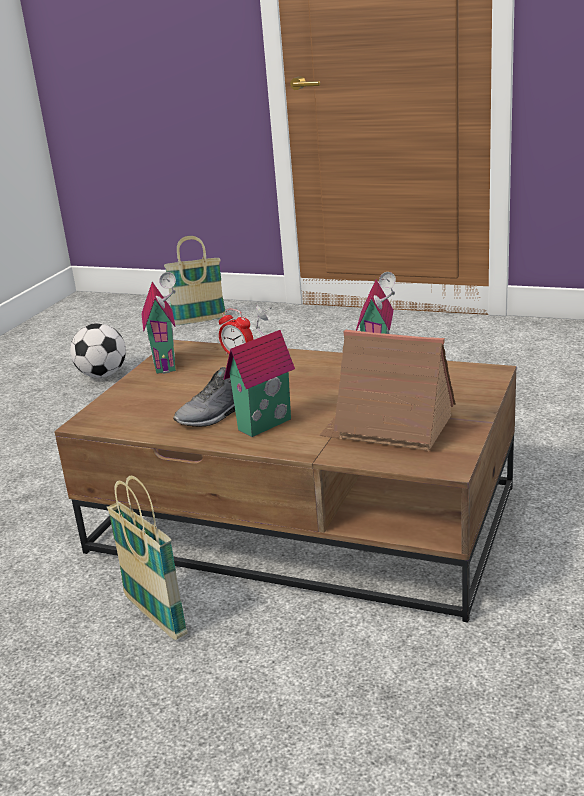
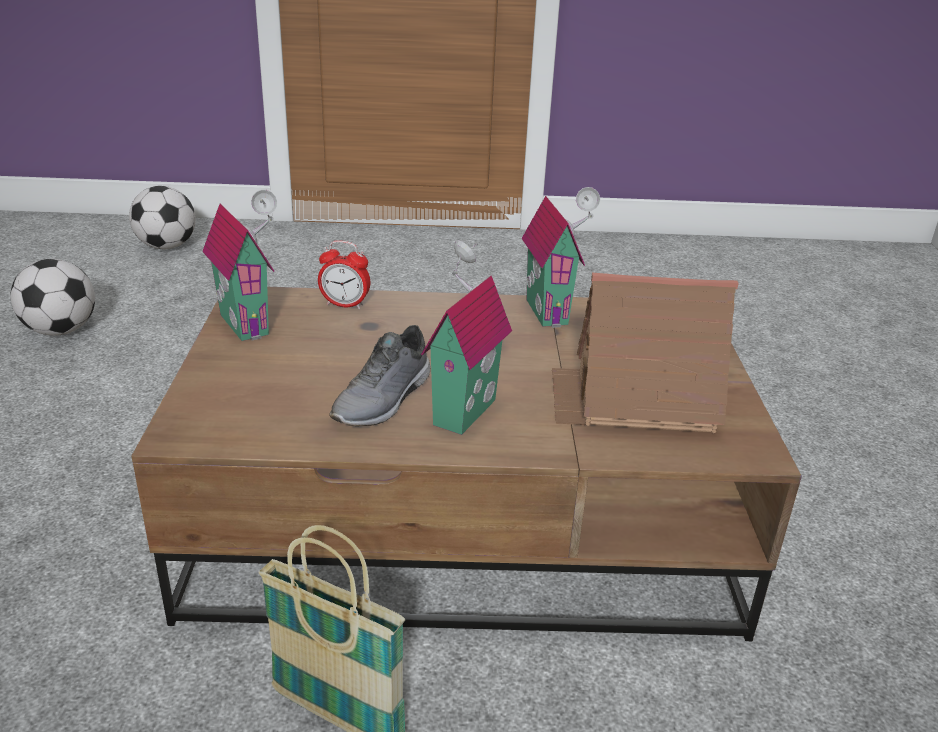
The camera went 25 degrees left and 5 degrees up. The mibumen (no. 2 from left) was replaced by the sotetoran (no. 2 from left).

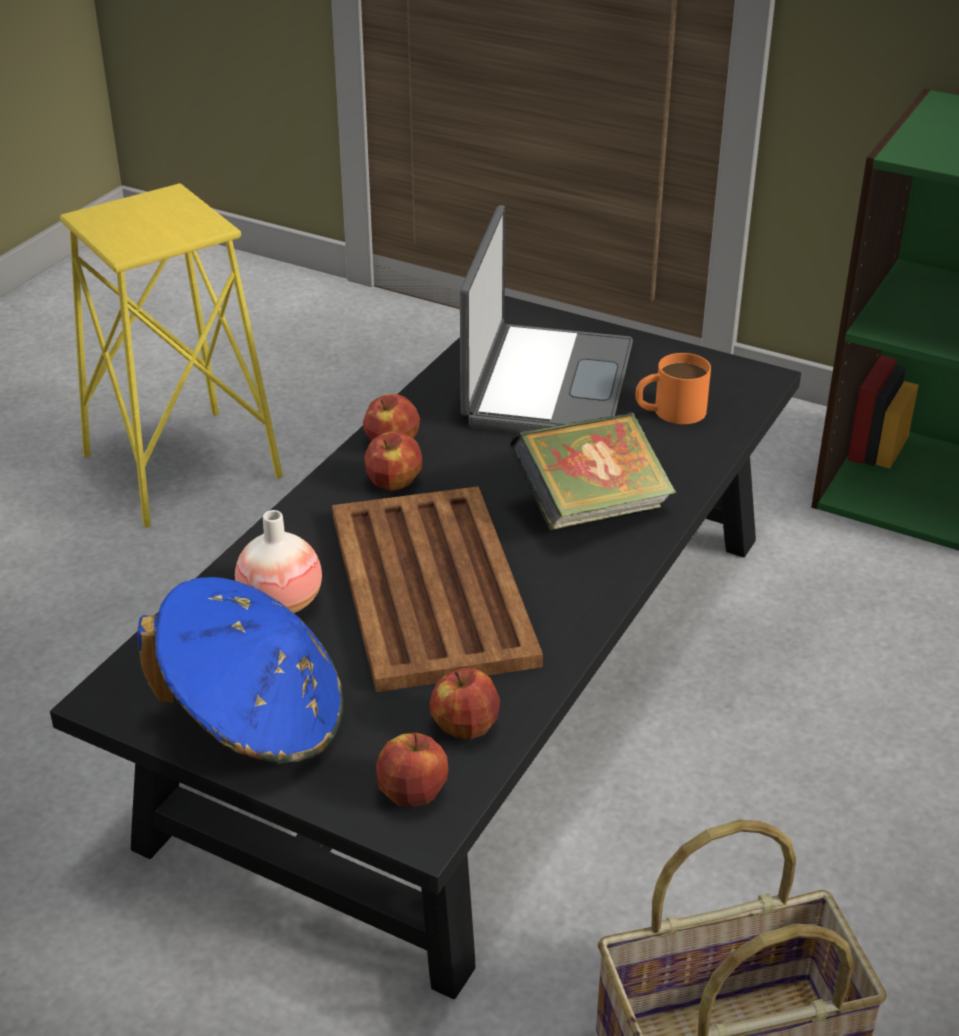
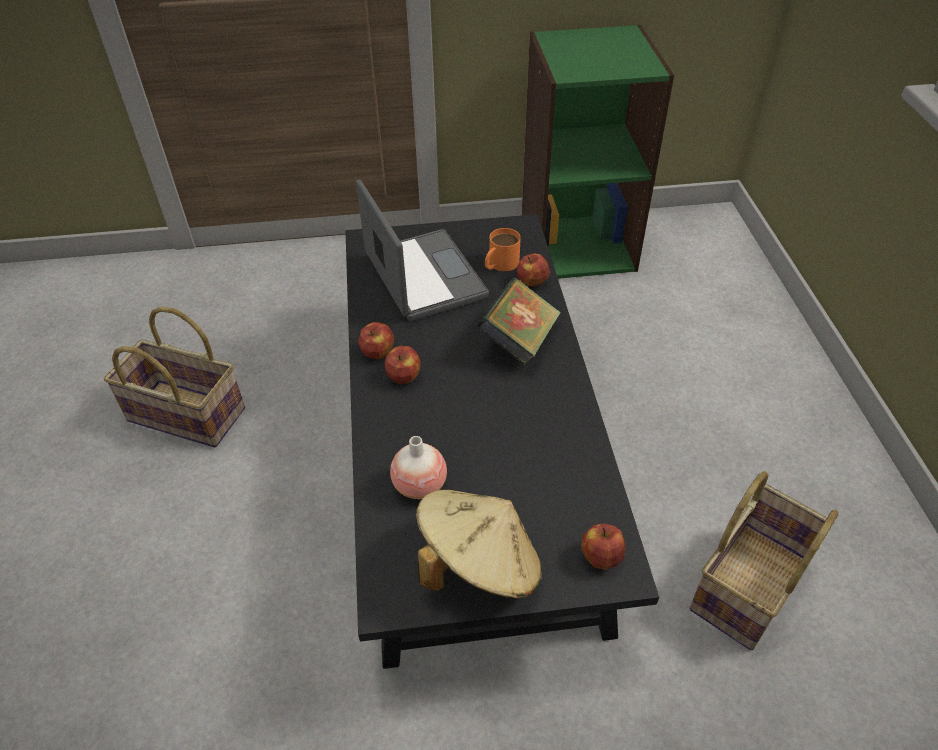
The camera went 35 degrees left and 10 degrees up. The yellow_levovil was replaced by the mibumen (no. 1 from left). The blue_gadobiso became the beige_gadobiso. The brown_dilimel disappeared. The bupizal (no. 4 from left in the first image) moved.

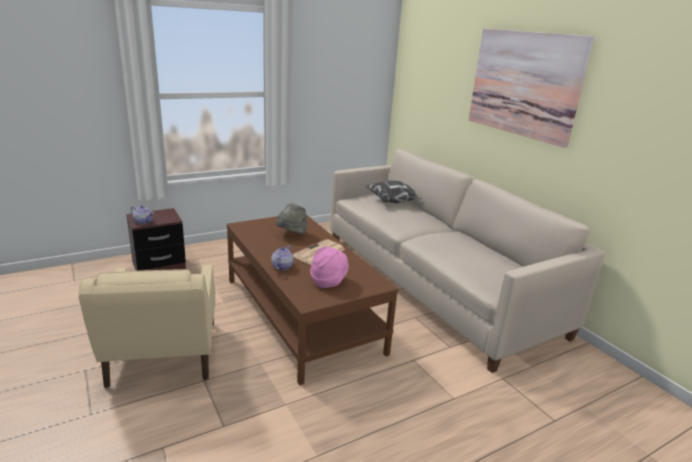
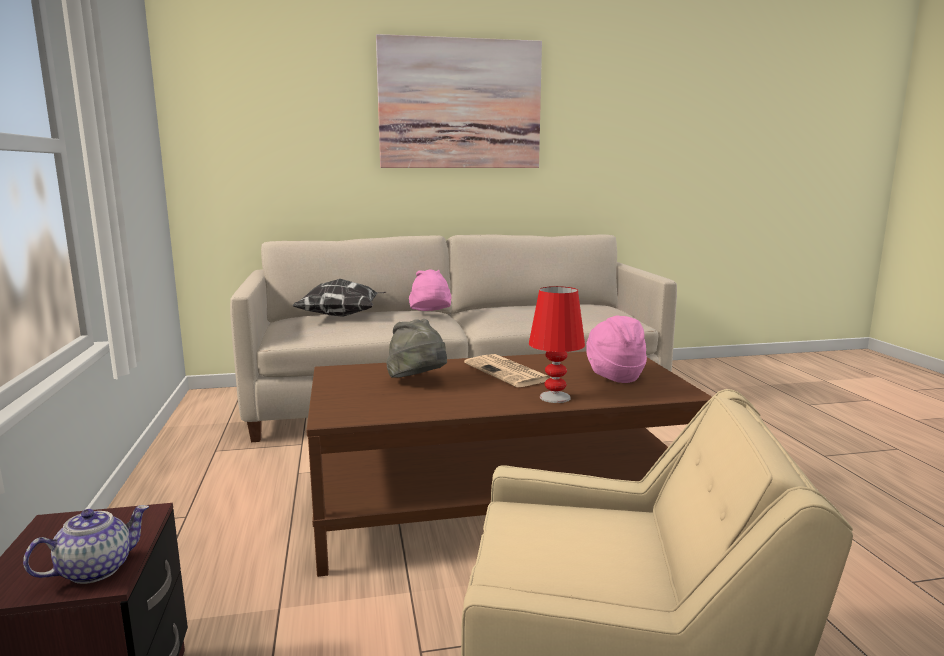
The camera went 70 degrees left and 10 degrees down. The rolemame (no. 2 from left) was replaced by the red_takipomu. The pink_gadobiso (no. 1 from left) appeared.

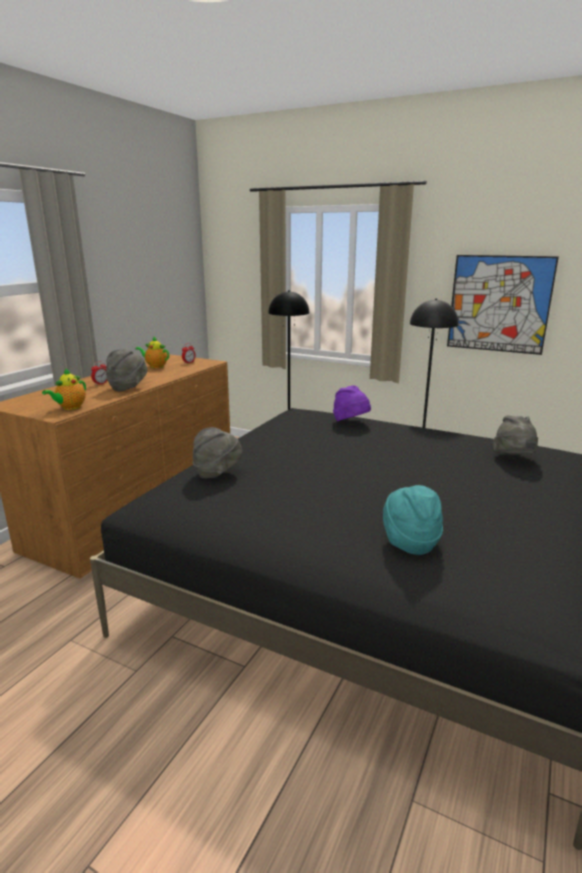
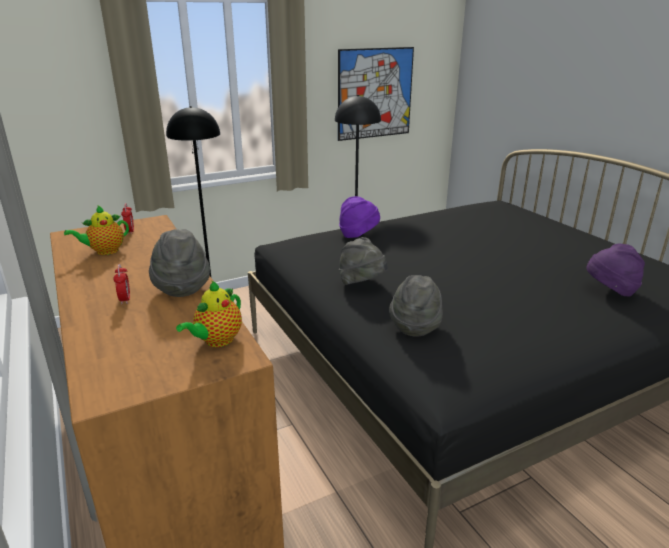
The camera went 55 degrees left and 5 degrees up. The rolemame (no. 1 from left in the first image) turned 60 degrees clockwise. The turquoise_gadobiso became the purple_gadobiso (no. 2 from left). The grey_gadobiso (no. 3 from left in the first image) moved.

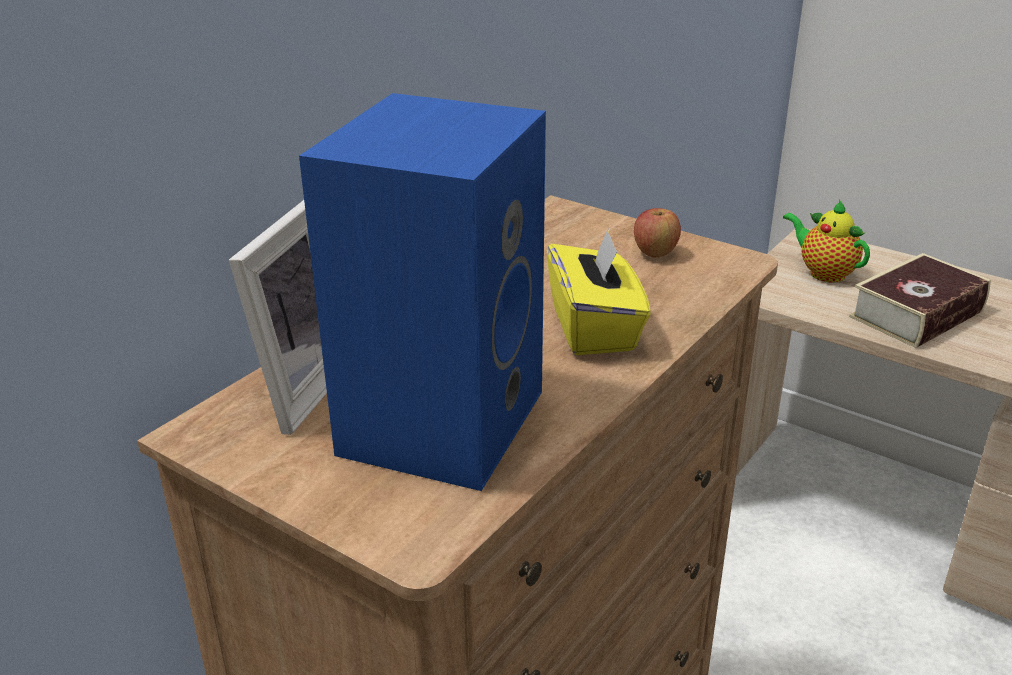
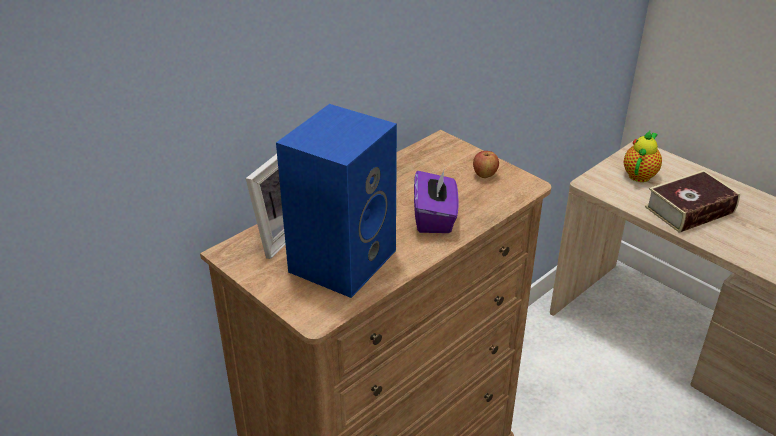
The camera went 10 degrees right and 5 degrees up. The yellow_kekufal became the purple_kekufal. The rolemame turned 60 degrees clockwise.

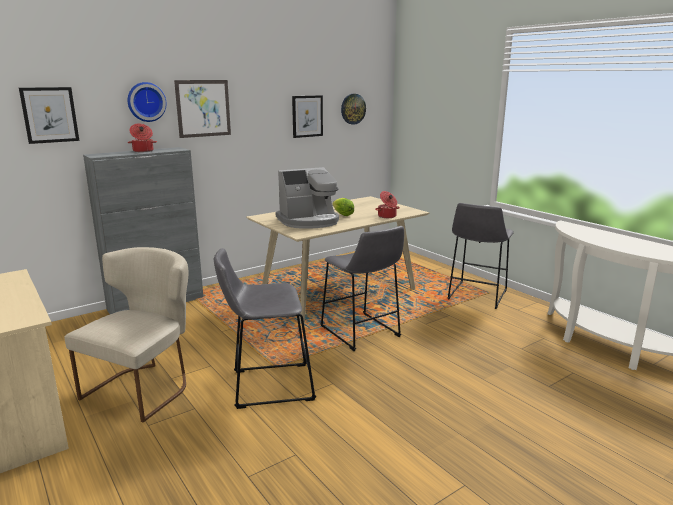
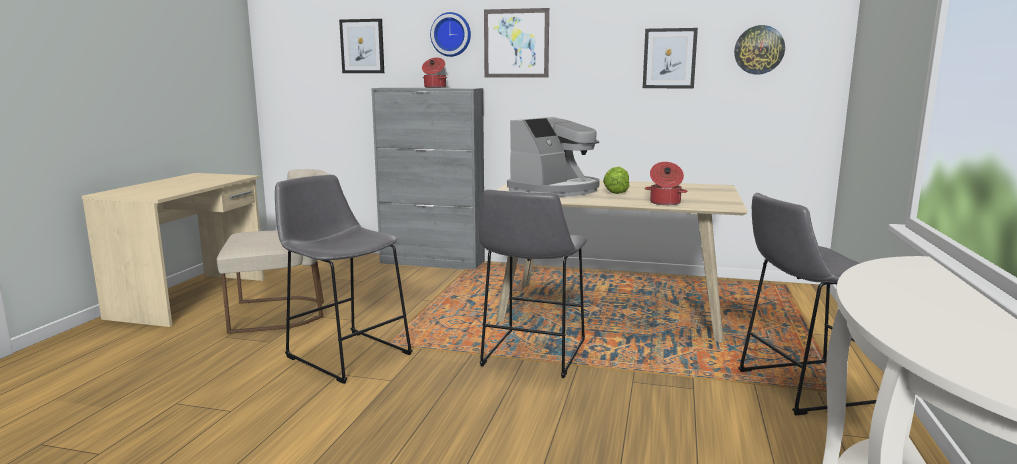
The camera went 50 degrees right and 5 degrees down. The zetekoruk turned 75 degrees counterclockwise.

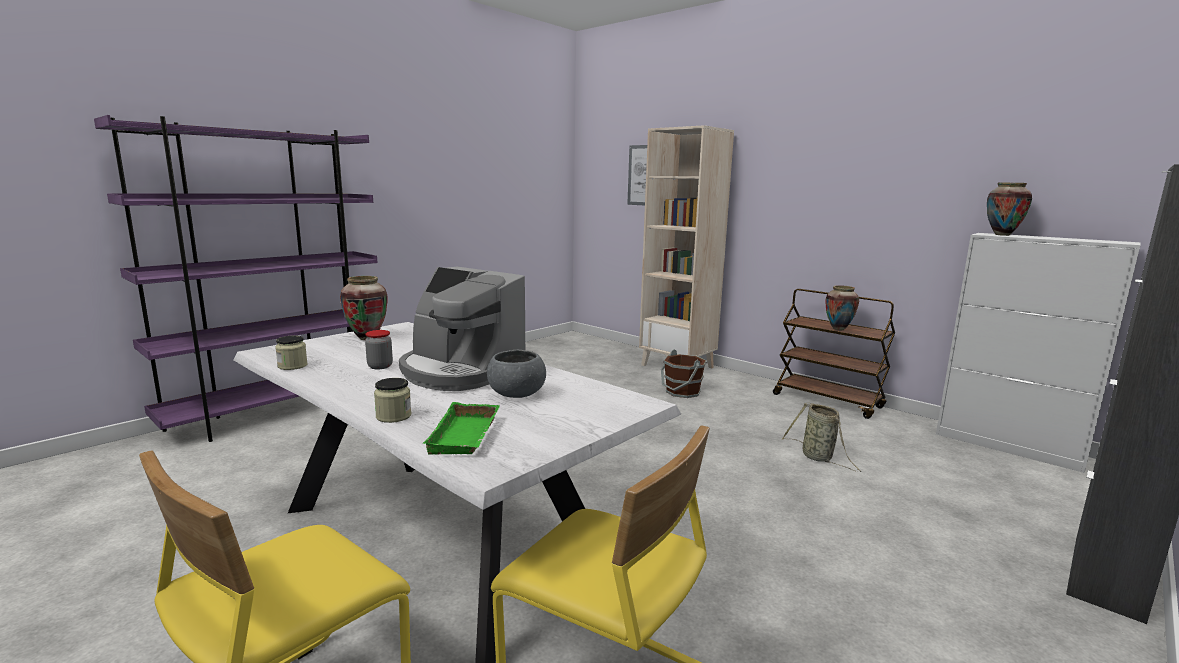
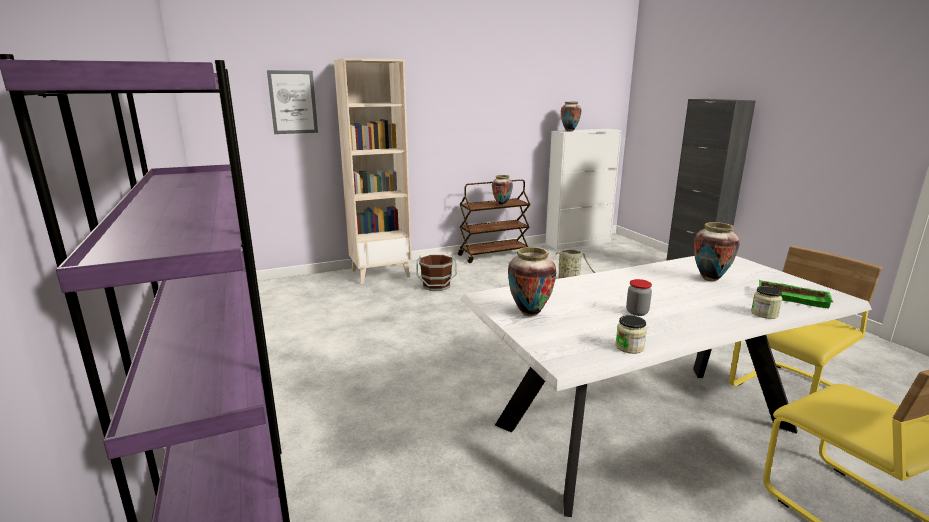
The camera went 65 degrees left and 5 degrees up. The zetekoruk disappeared. The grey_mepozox was replaced by the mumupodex (no. 4 from left).

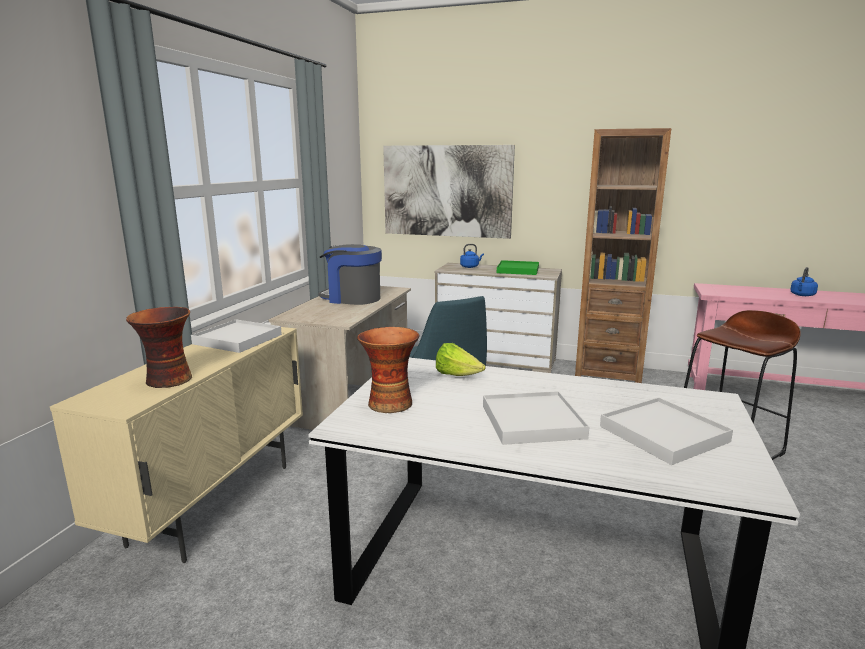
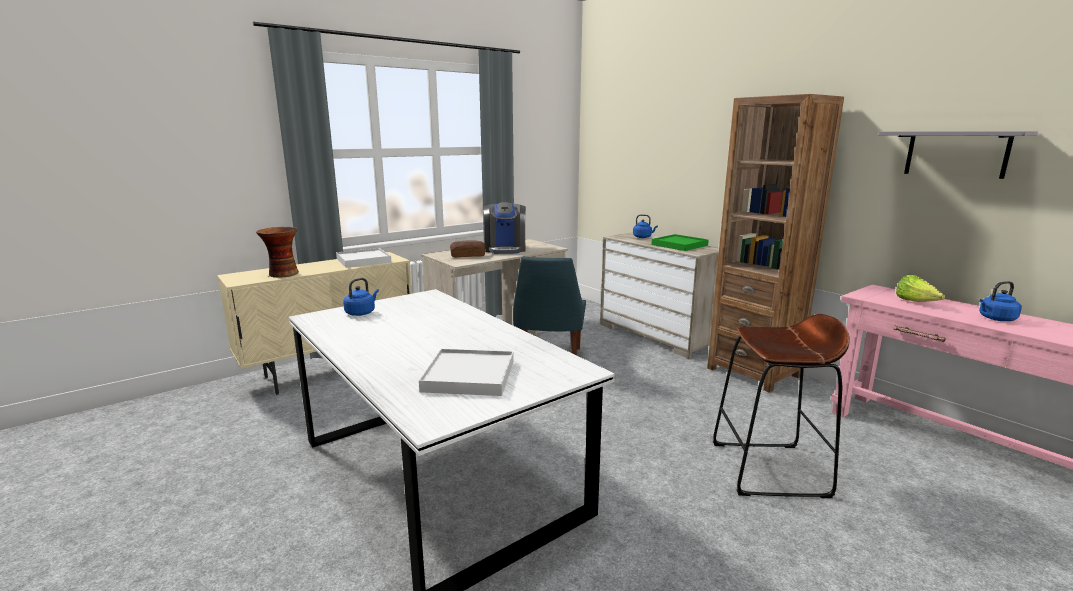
The camera went 35 degrees right and 0 degrees up. The zetekoruk turned 150 degrees counterclockwise. The mumupodex (no. 2 from left) was replaced by the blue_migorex (no. 1 from left). The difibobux disappeared. The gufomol moved. The white_dilimel (no. 2 from left) disappeared. The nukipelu appeared. The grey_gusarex appeared.

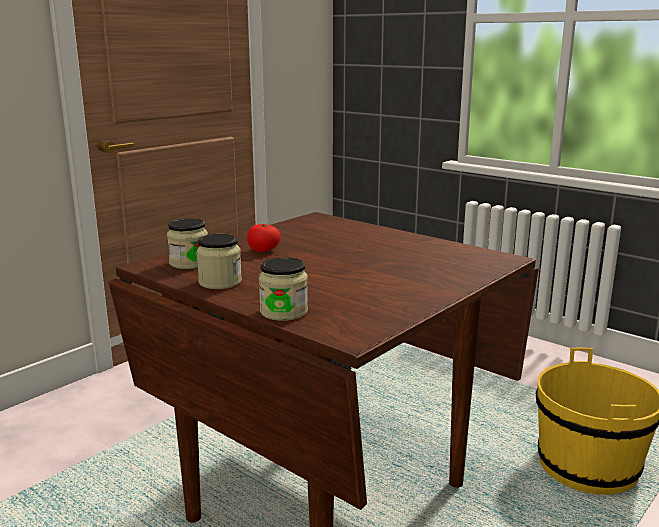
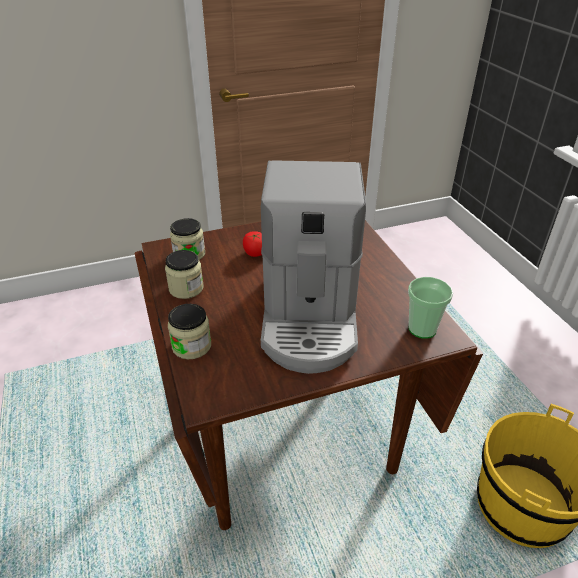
The camera went 30 degrees right and 20 degrees up. The zetekoruk appeared. The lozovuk appeared.

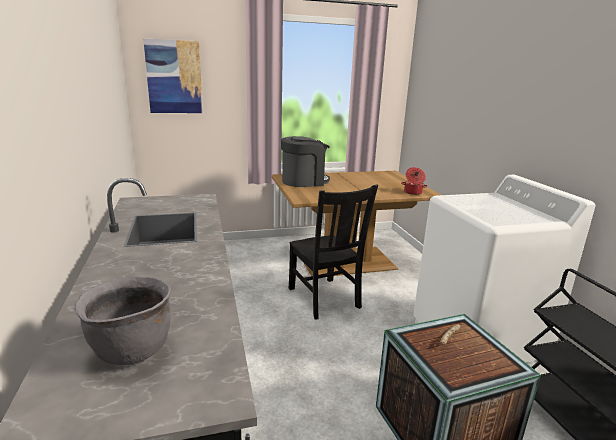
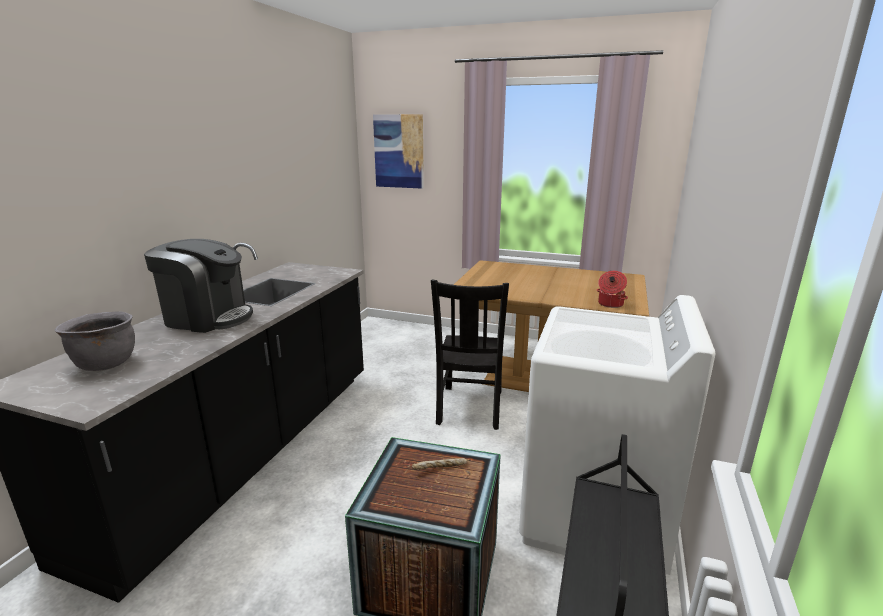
The camera went 35 degrees right and 0 degrees up. The zetekoruk moved.

